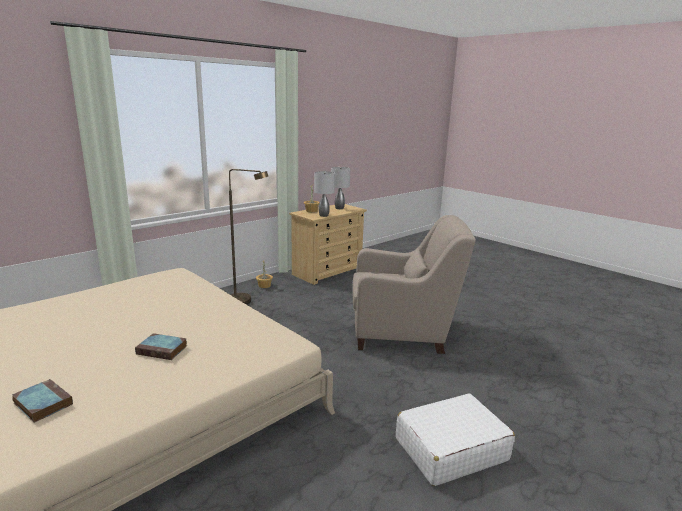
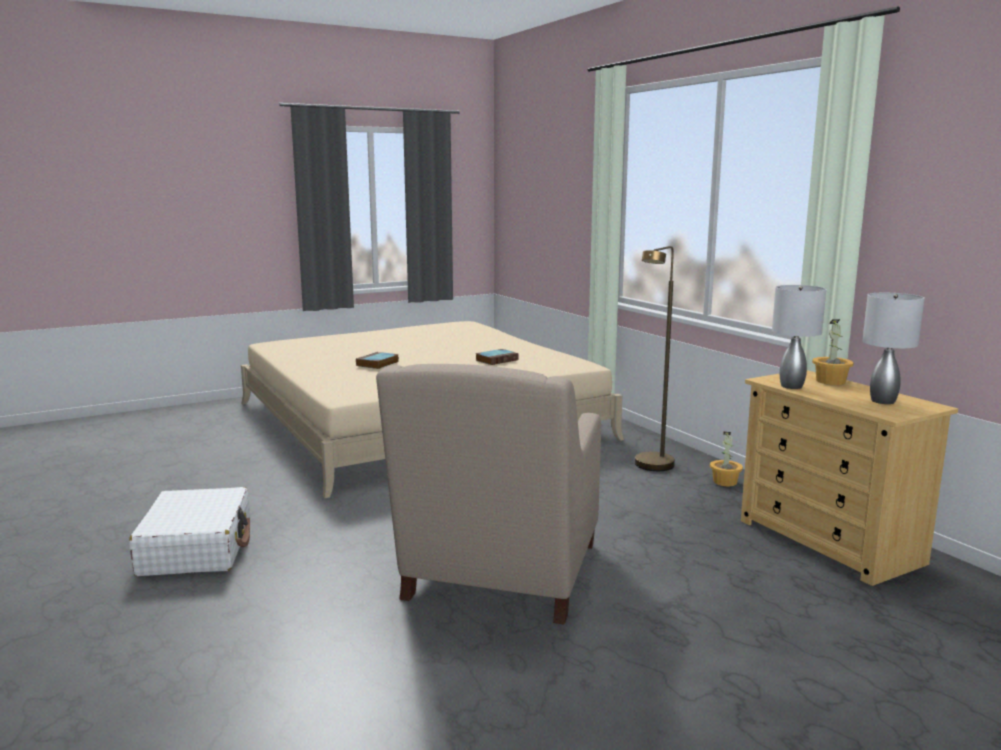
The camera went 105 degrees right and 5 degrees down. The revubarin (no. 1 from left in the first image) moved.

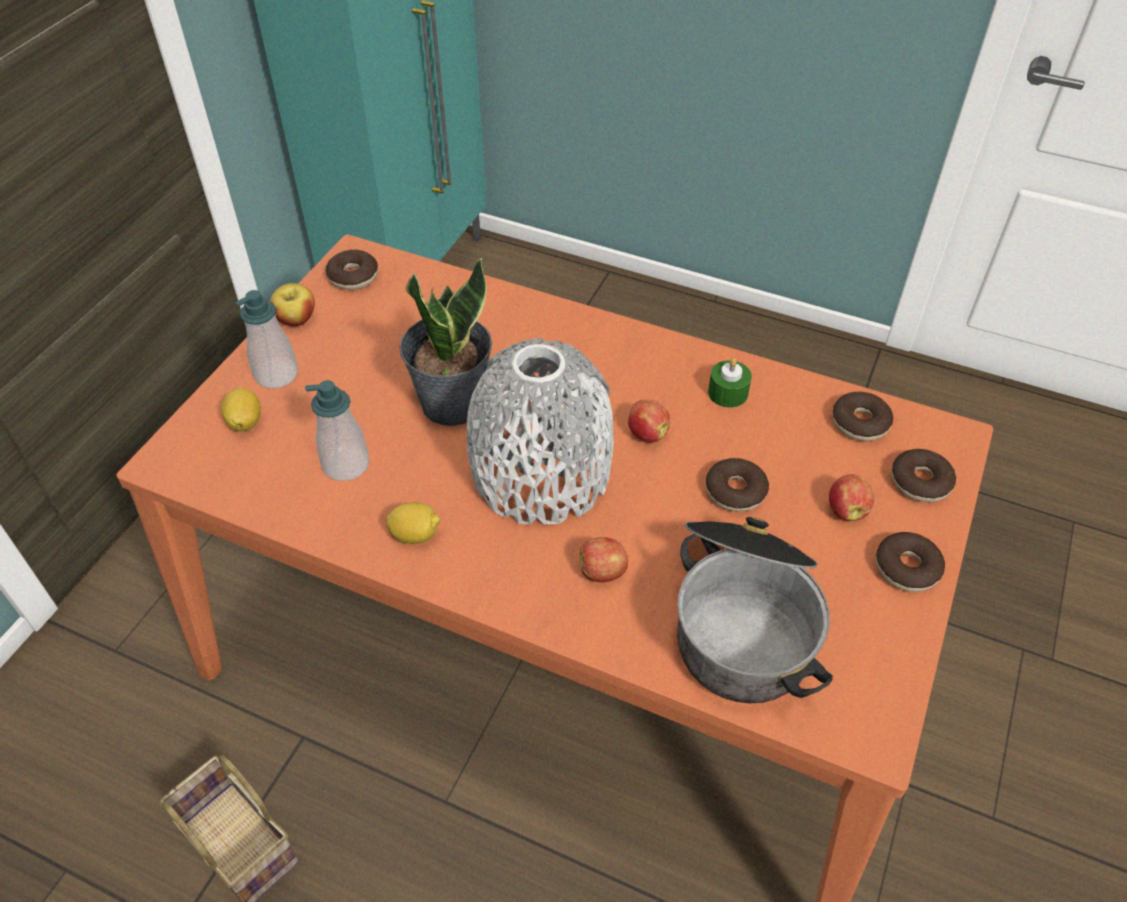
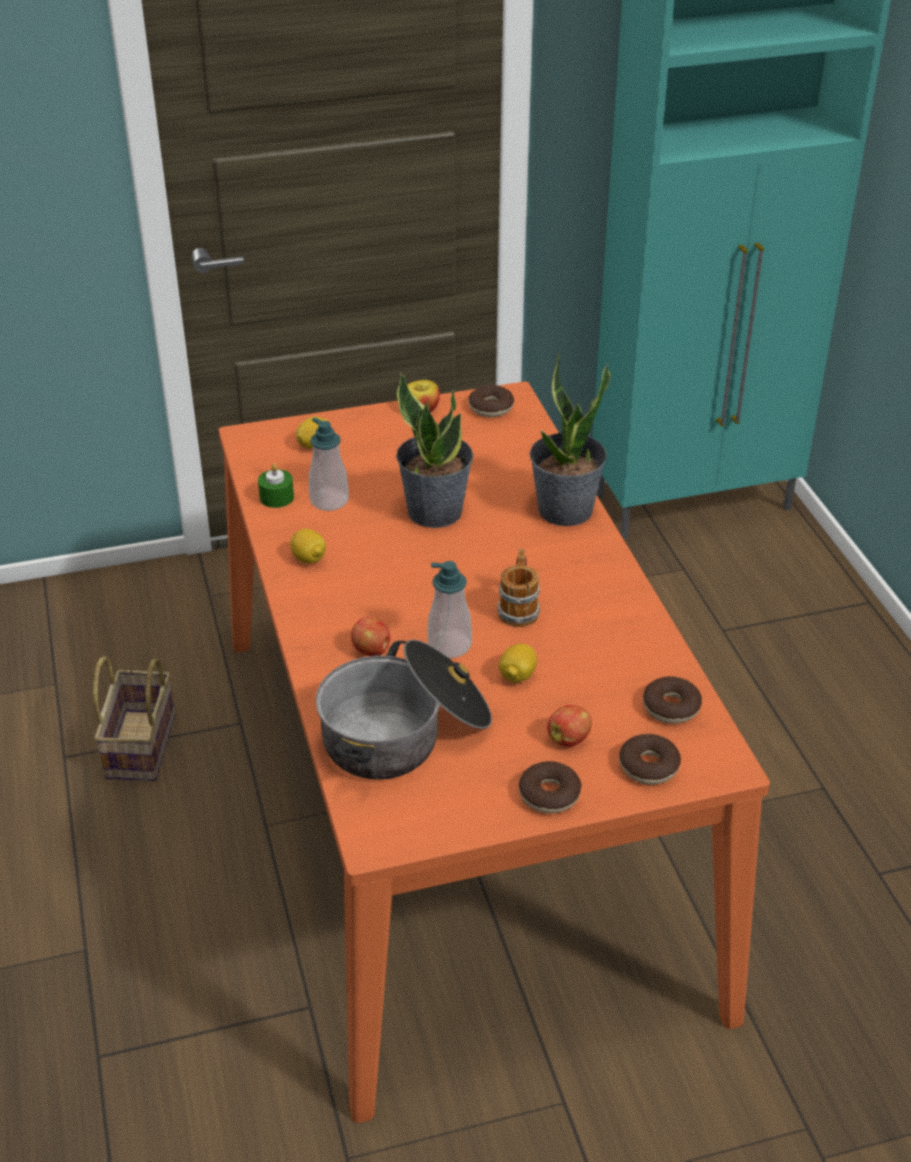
The camera went 50 degrees right and 10 degrees down. The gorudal (no. 1 from left in the first image) moved. The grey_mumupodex disappeared. The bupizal (no. 3 from left) was replaced by the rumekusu. The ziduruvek (no. 2 from left) was replaced by the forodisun (no. 3 from left). The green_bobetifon moved. The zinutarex (no. 2 from left) appeared.

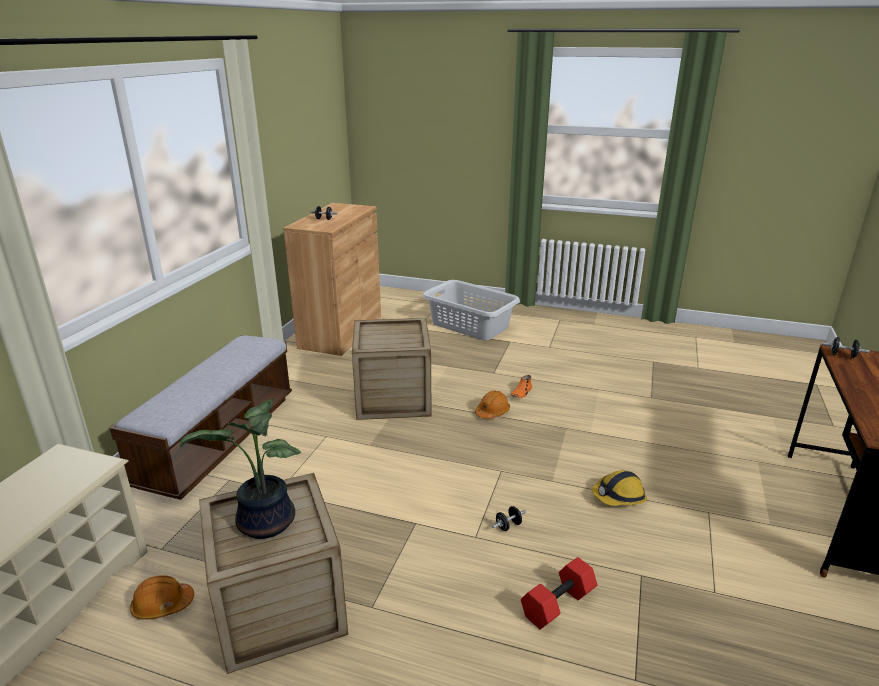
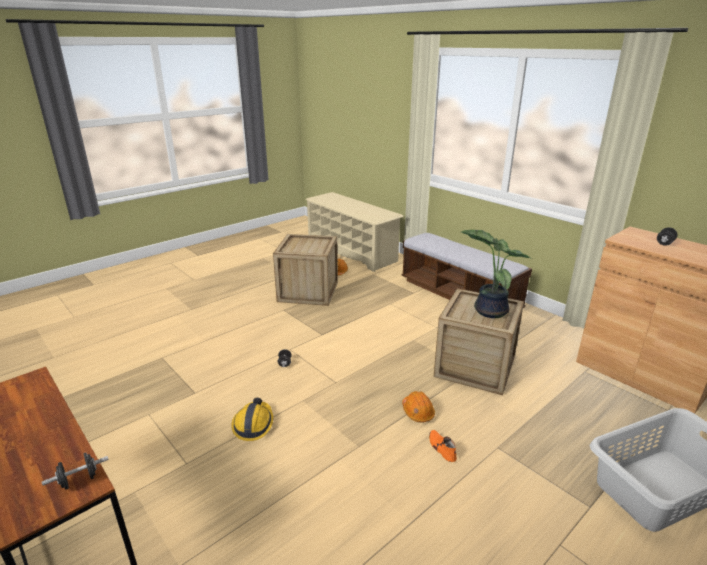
The camera went 120 degrees right and 0 degrees up. The zinutarex moved. The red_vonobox disappeared.

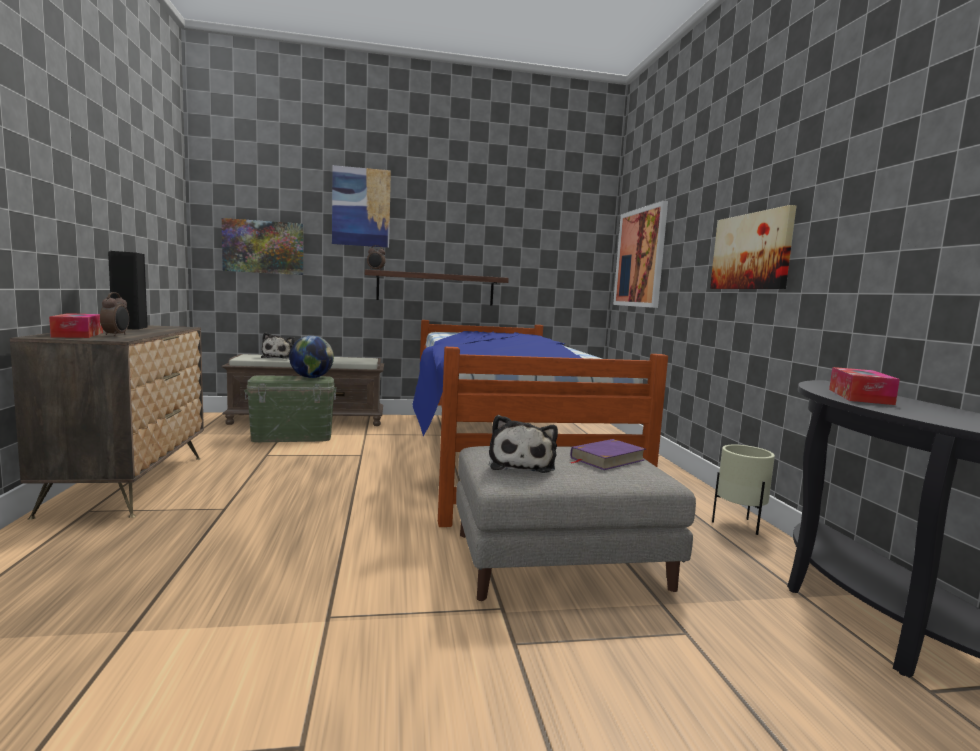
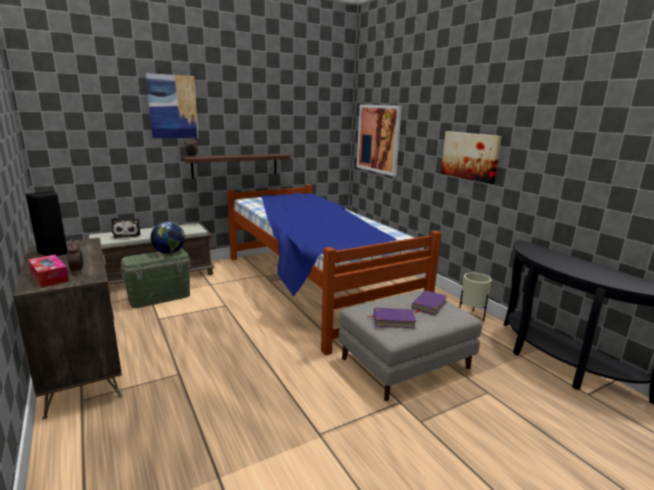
The camera went 20 degrees left and 10 degrees up. The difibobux (no. 1 from left) disappeared. The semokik (no. 2 from left) was replaced by the purple_revubarin (no. 1 from left). The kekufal (no. 2 from left) disappeared.

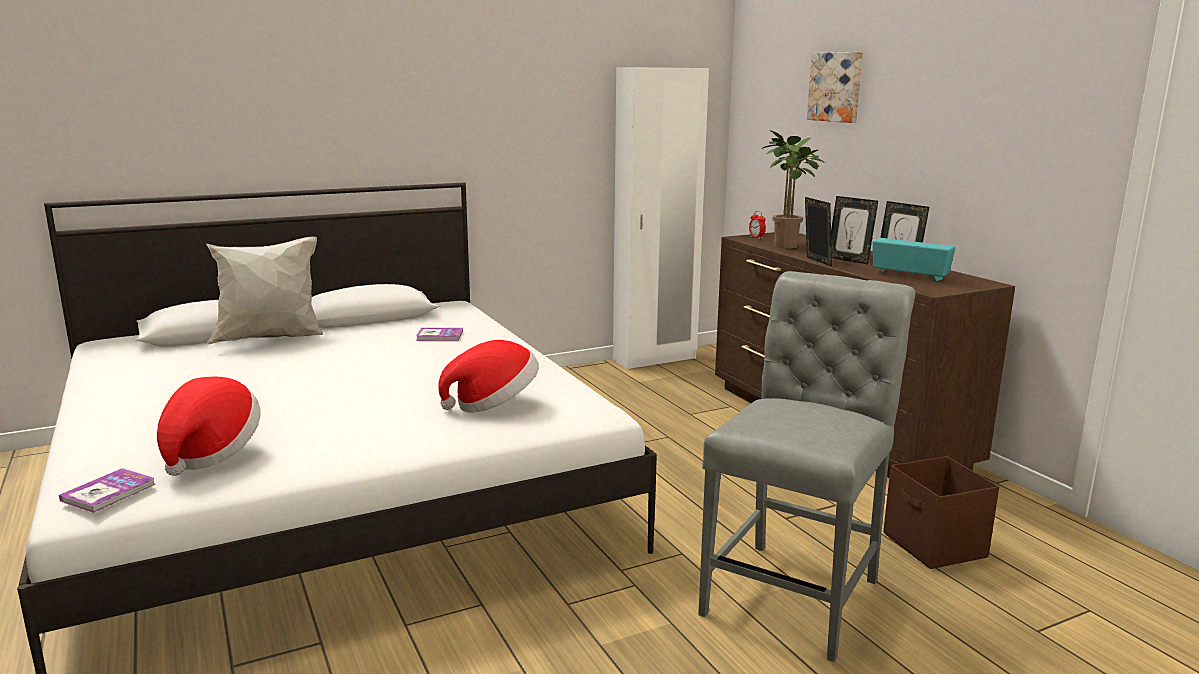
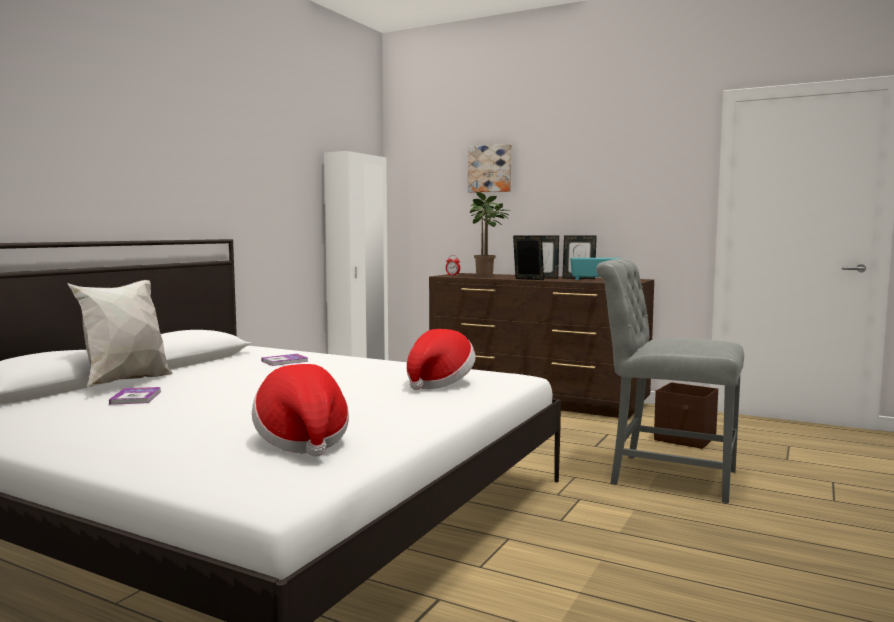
The camera went 35 degrees left and 10 degrees down. The revubarin (no. 1 from left) moved. The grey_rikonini turned 60 degrees counterclockwise.

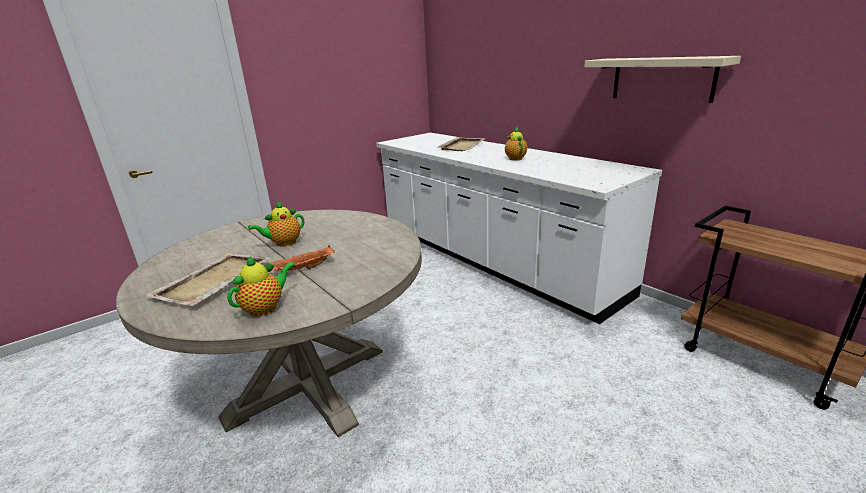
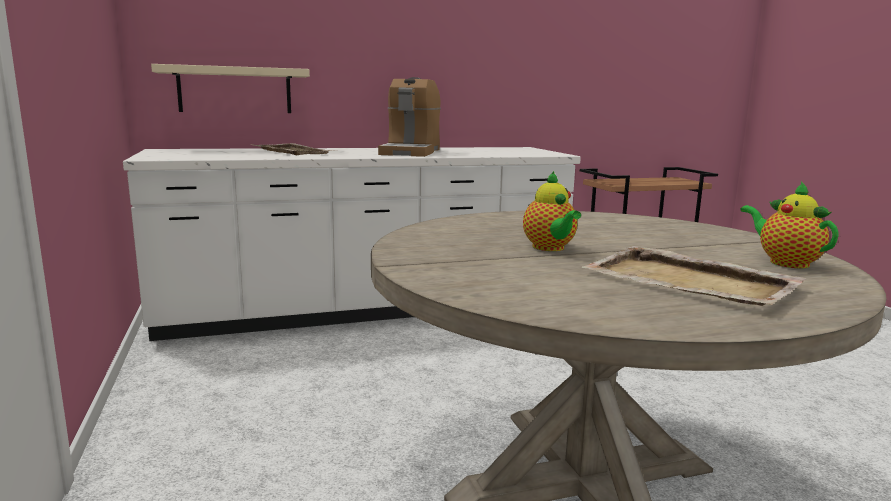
The camera went 70 degrees left and 10 degrees down. The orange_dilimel disappeared. The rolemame (no. 3 from left) was replaced by the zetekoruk. The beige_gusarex moved.

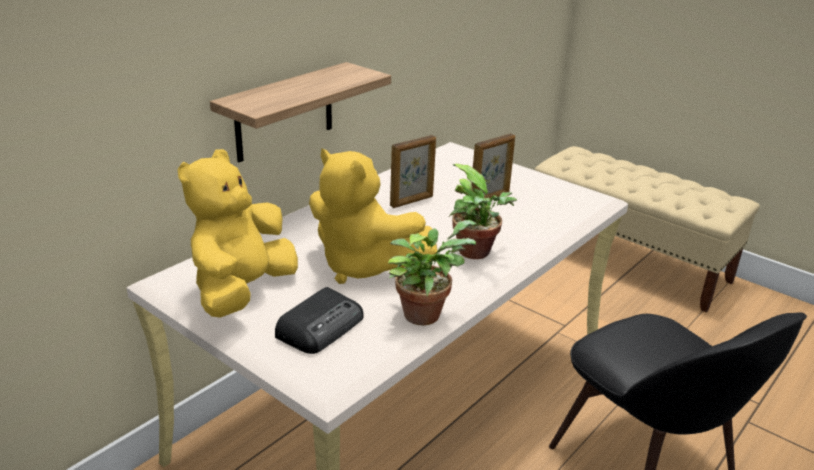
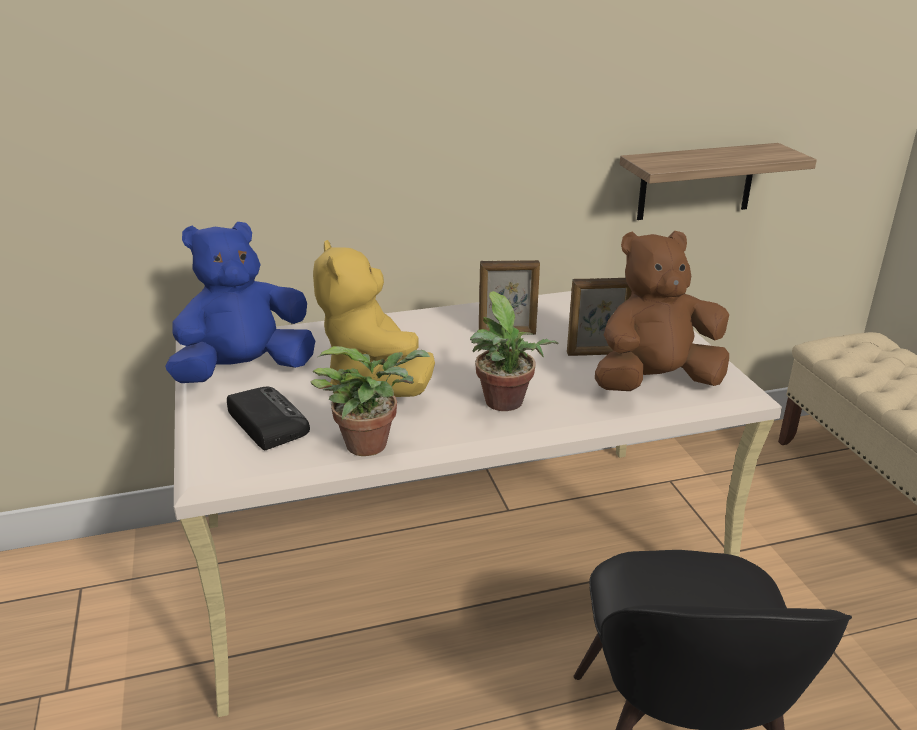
The camera went 35 degrees right and 0 degrees up. The yellow_semokik (no. 1 from left) became the blue_semokik. The gusarex moved. The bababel turned 105 degrees counterclockwise. The brown_semokik appeared.

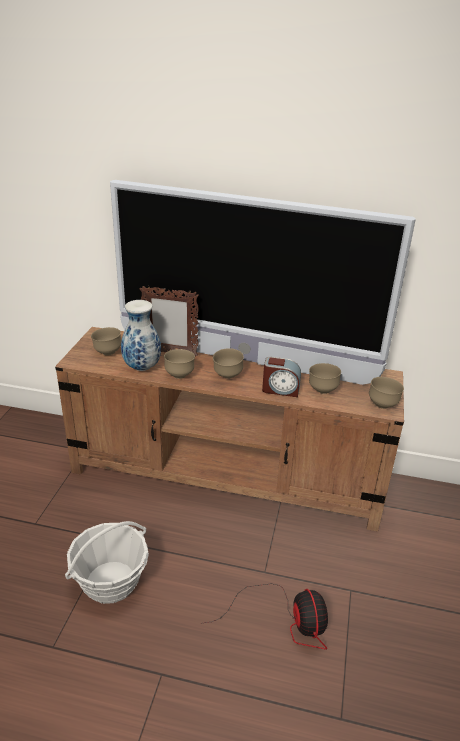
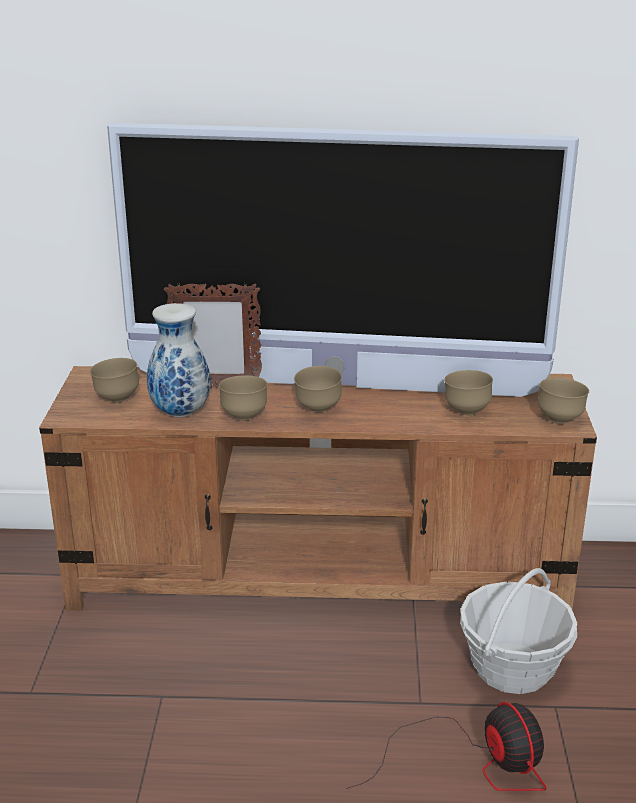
The camera went 10 degrees left and 5 degrees down. The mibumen moved. The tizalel disappeared.

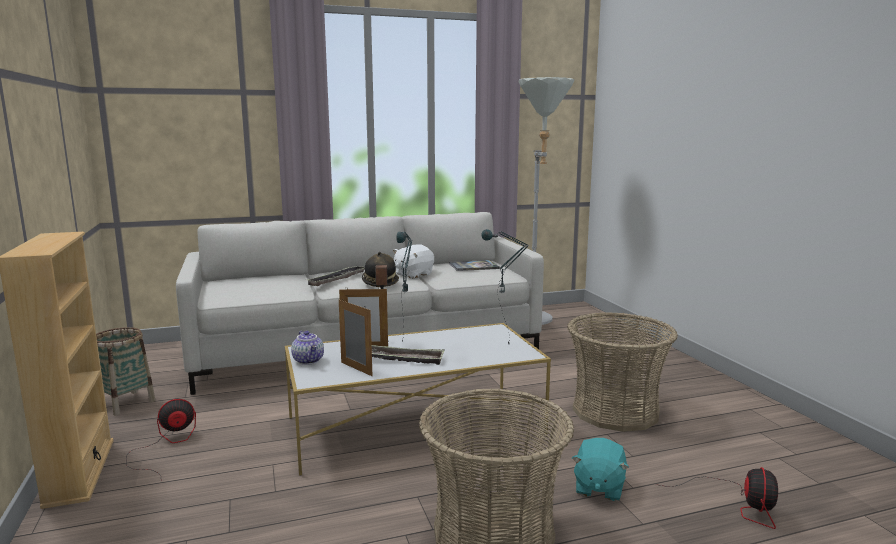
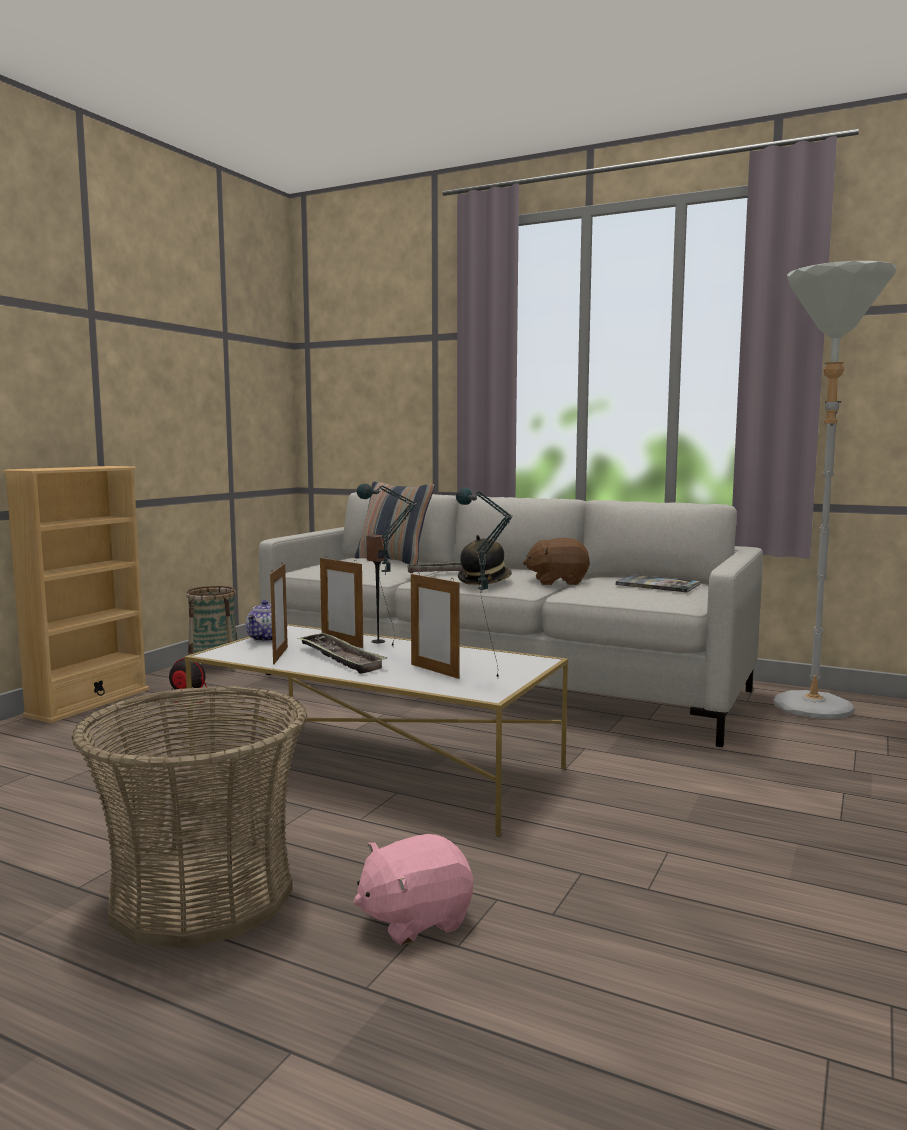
The camera went 45 degrees right and 5 degrees down. The white_semokik became the brown_semokik. The mibumen (no. 3 from left) disappeared. The turquoise_semokik became the pink_semokik. The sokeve (no. 2 from left) disappeared. The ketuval appeared. The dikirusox (no. 3 from left) appeared.

